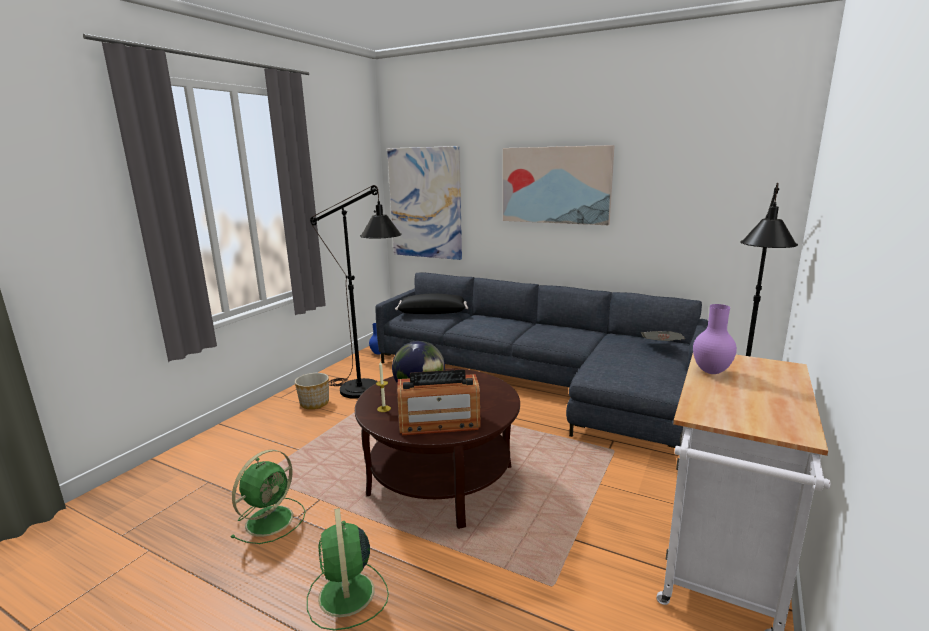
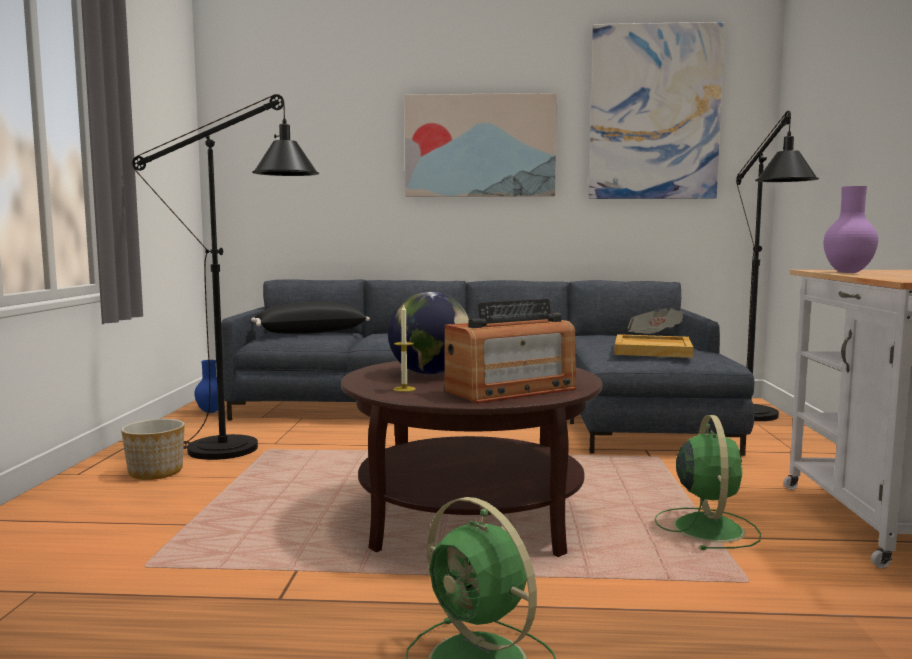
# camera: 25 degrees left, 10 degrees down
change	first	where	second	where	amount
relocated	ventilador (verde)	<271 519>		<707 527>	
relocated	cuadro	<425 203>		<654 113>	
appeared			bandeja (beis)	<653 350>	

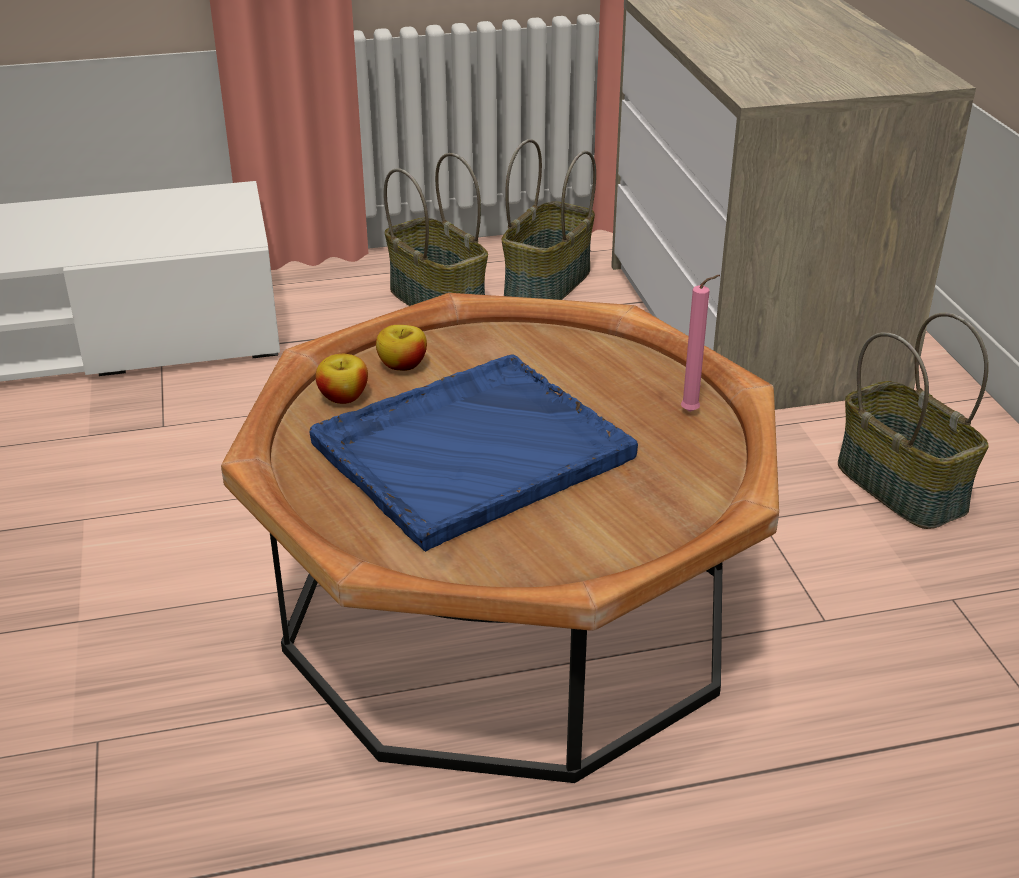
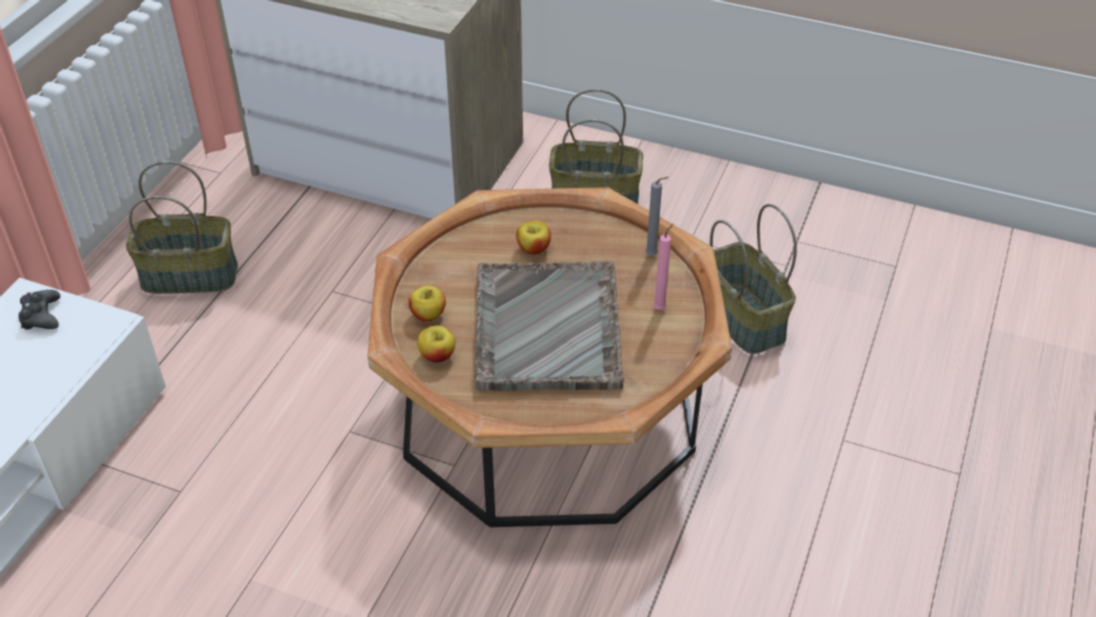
# camera: 55 degrees left, 10 degrees up
change	first	where	second	where	amount
colour	bandeja (azul)	<469 452>	bandeja (gris)	<547 329>	
relocated	cesta	<548 284>		<745 319>	
relocated	vela (rosa)	<693 412>		<660 308>	
appeared			mando de consola (negro)	<41 316>	
appeared			manzana	<534 248>	
appeared			vela (gris)	<653 255>	

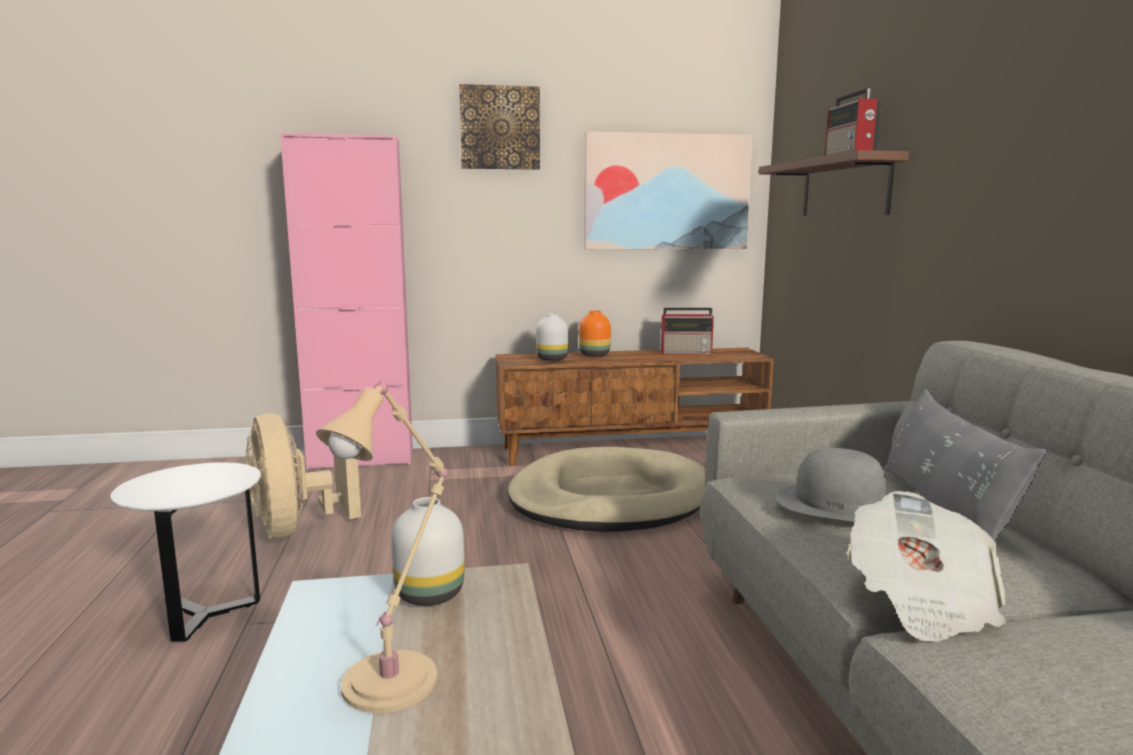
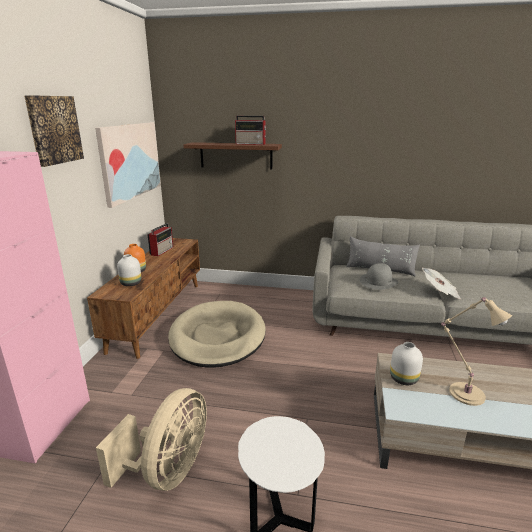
# camera: 70 degrees left, 10 degrees up
change	first	where	second	where	amount
spun	ventilador (beis)	<295 529>		<168 471>	60 degrees counterclockwise

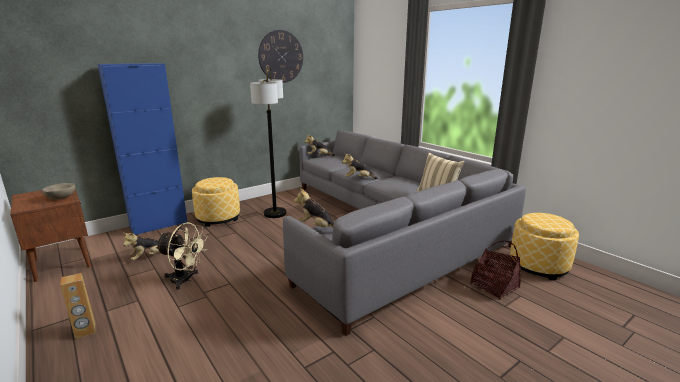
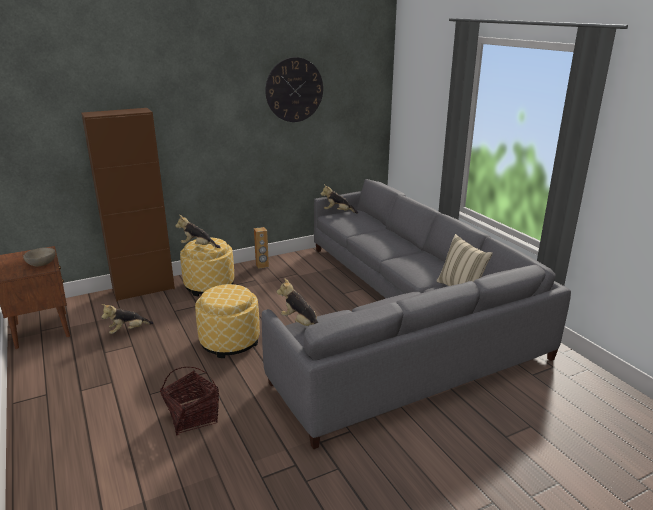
# camera: 10 degrees right, 5 degrees up
change	first	where	second	where	amount
relocated	altavoz (marrón)	<85 331>		<262 265>	
colour	armario (azul)	<159 225>	armario (marrón)	<143 289>	
missing	ventilador (beis)	<185 280>			
missing	lámpara de pie	<275 213>			
relocated	peluche	<358 179>		<198 246>	
relocated	cesta	<494 286>		<192 417>	
relocated	puf	<538 265>		<230 341>	

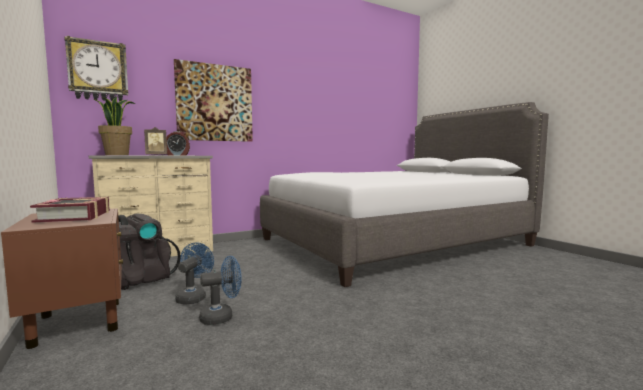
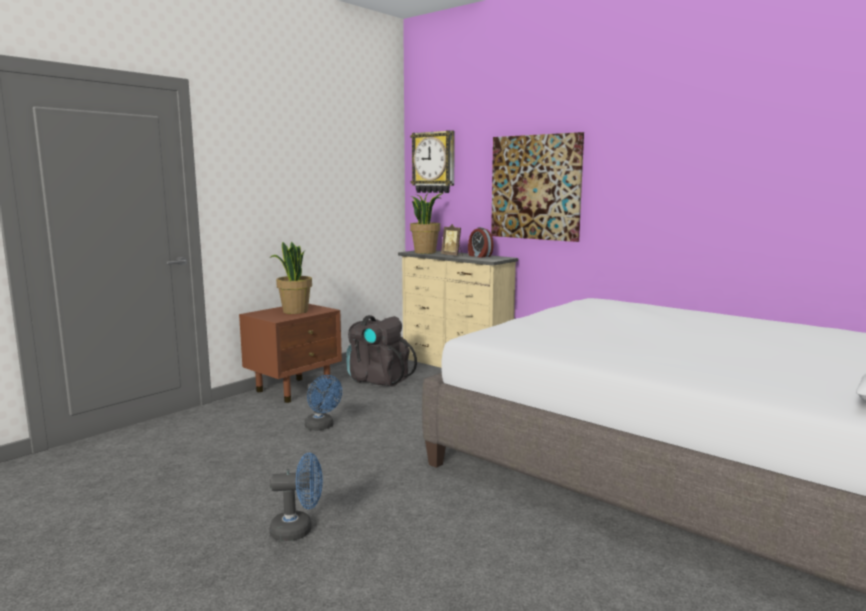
# camera: 70 degrees right, 5 degrees up
change	first	where	second	where	amount
exchanged	libro	<75 216>	planta en maceta	<295 311>	
relocated	ventilador (azul)	<193 297>		<298 530>	

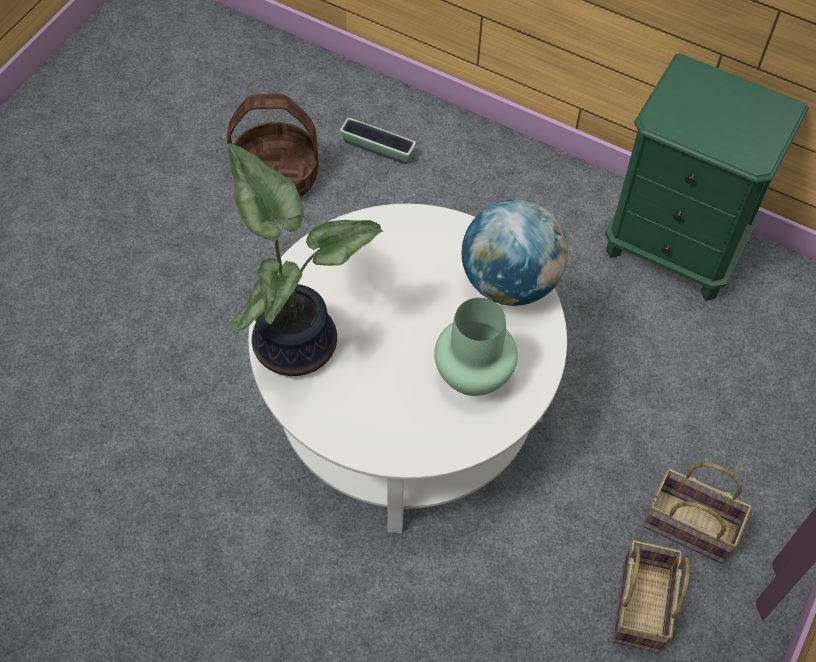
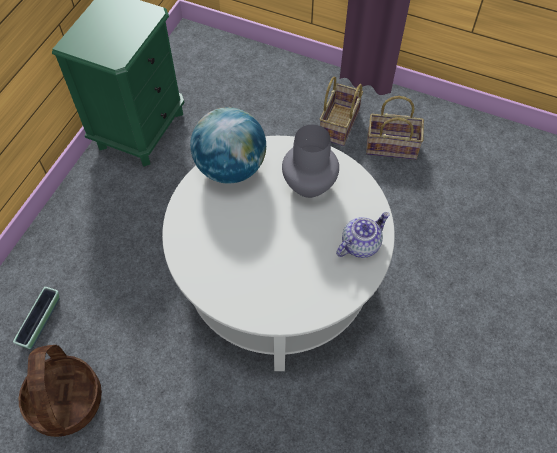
# camera: 95 degrees left, 0 degrees up
change	first	where	second	where	amount
missing	planta en maceta	<297 339>			
colour	florero (verde)	<472 374>	florero (gris)	<308 185>	
appeared			tetera	<360 244>	

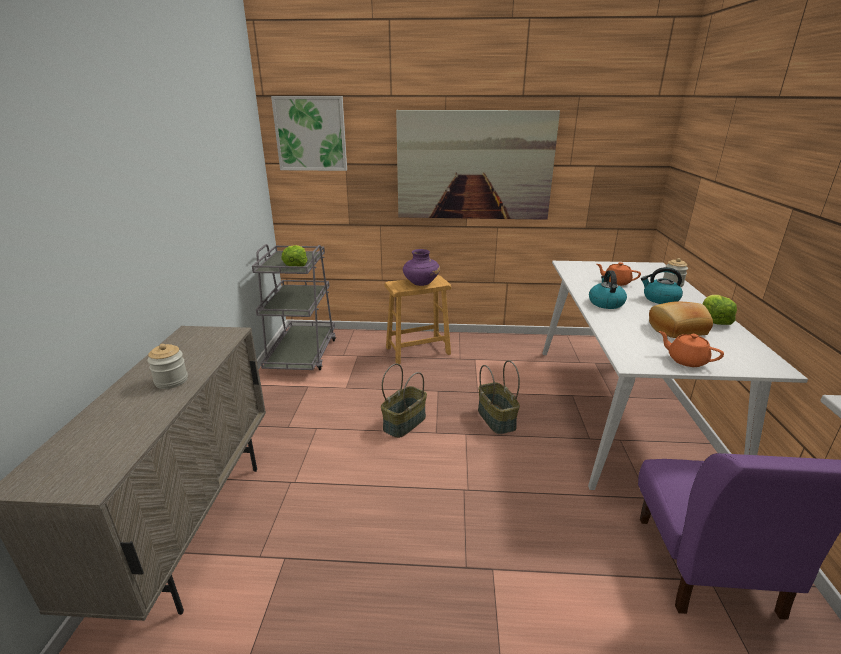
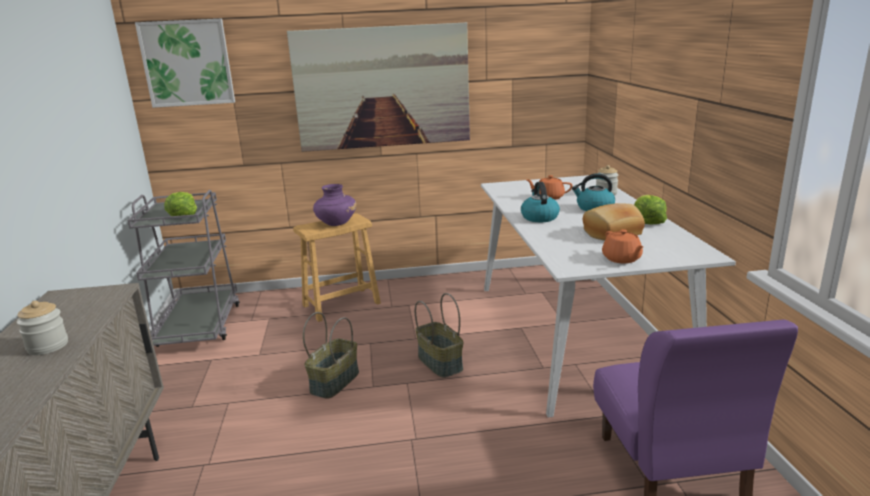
# camera: 10 degrees left, 5 degrees down
change	first	where	second	where	amount
spun	tetera (naranja)	<686 360>		<621 259>	135 degrees counterclockwise

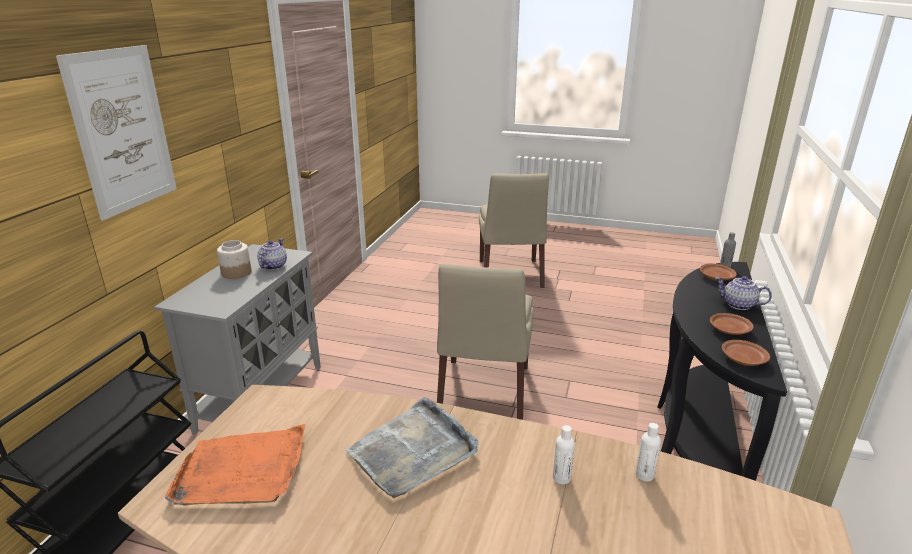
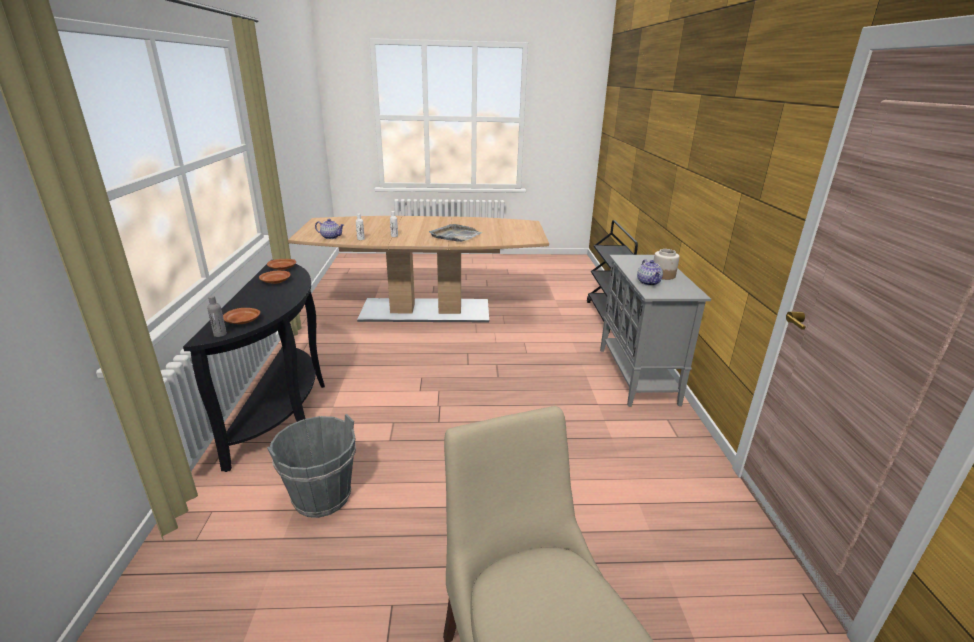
# camera: 160 degrees right, 0 degrees up
change	first	where	second	where	amount
missing	cuadro	<123 130>			
missing	bandeja (naranja)	<242 471>			
missing	silla (beis)	<483 392>			
relocated	tetera	<738 305>		<331 237>	
appeared			cubo (gris)	<322 496>	

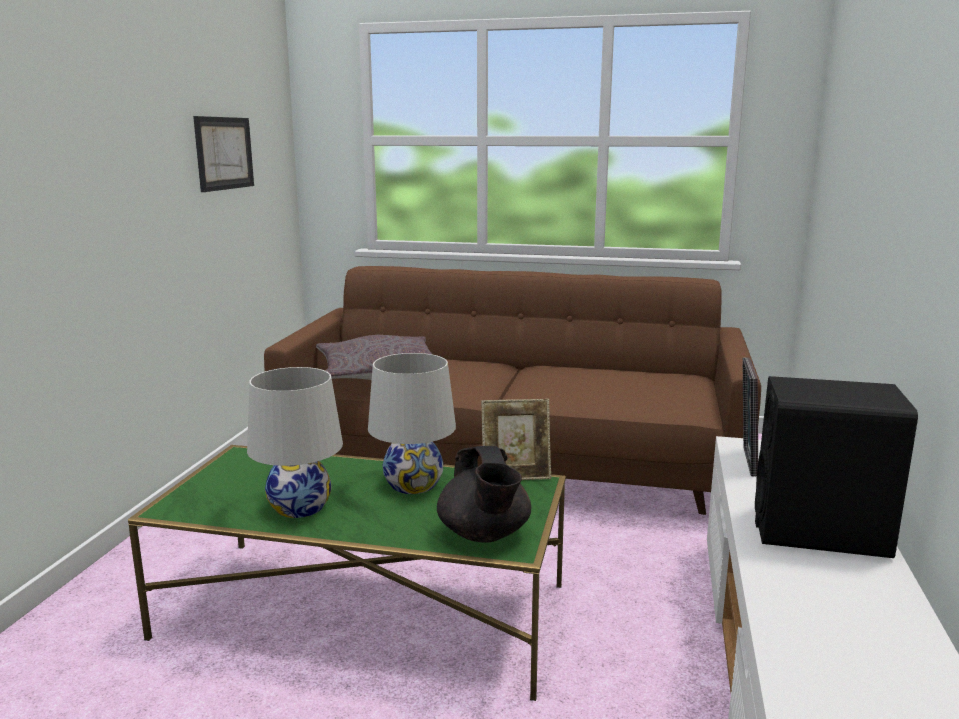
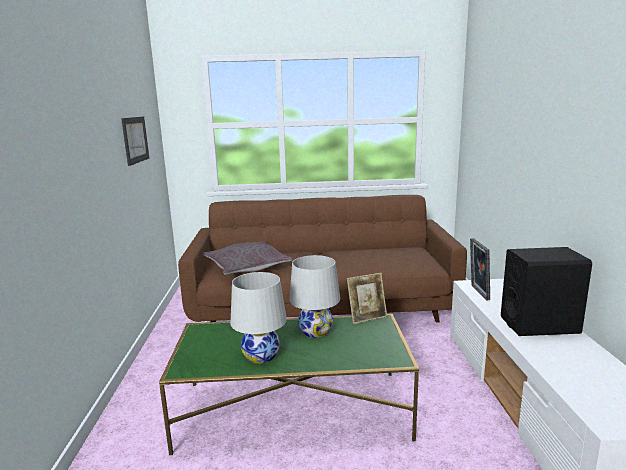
# camera: 15 degrees left, 0 degrees up
change	first	where	second	where	amount
missing	tetera (negro)	<484 535>			

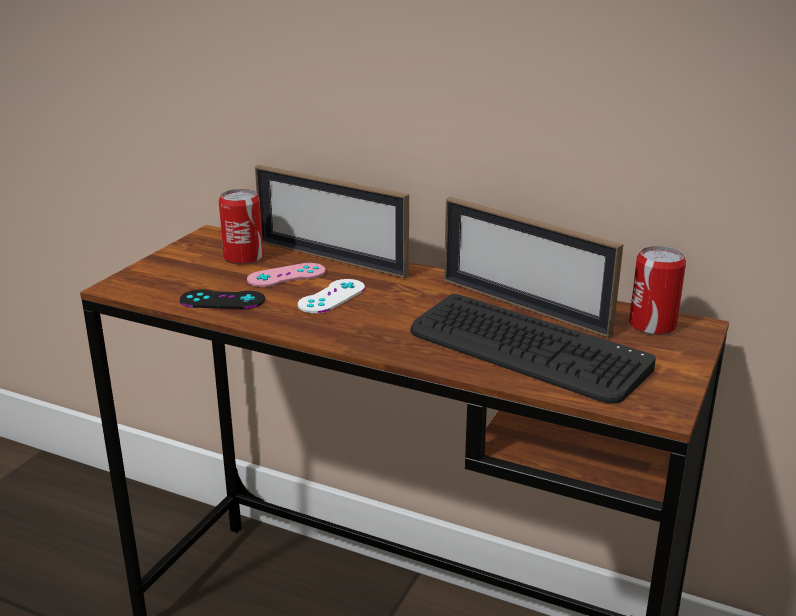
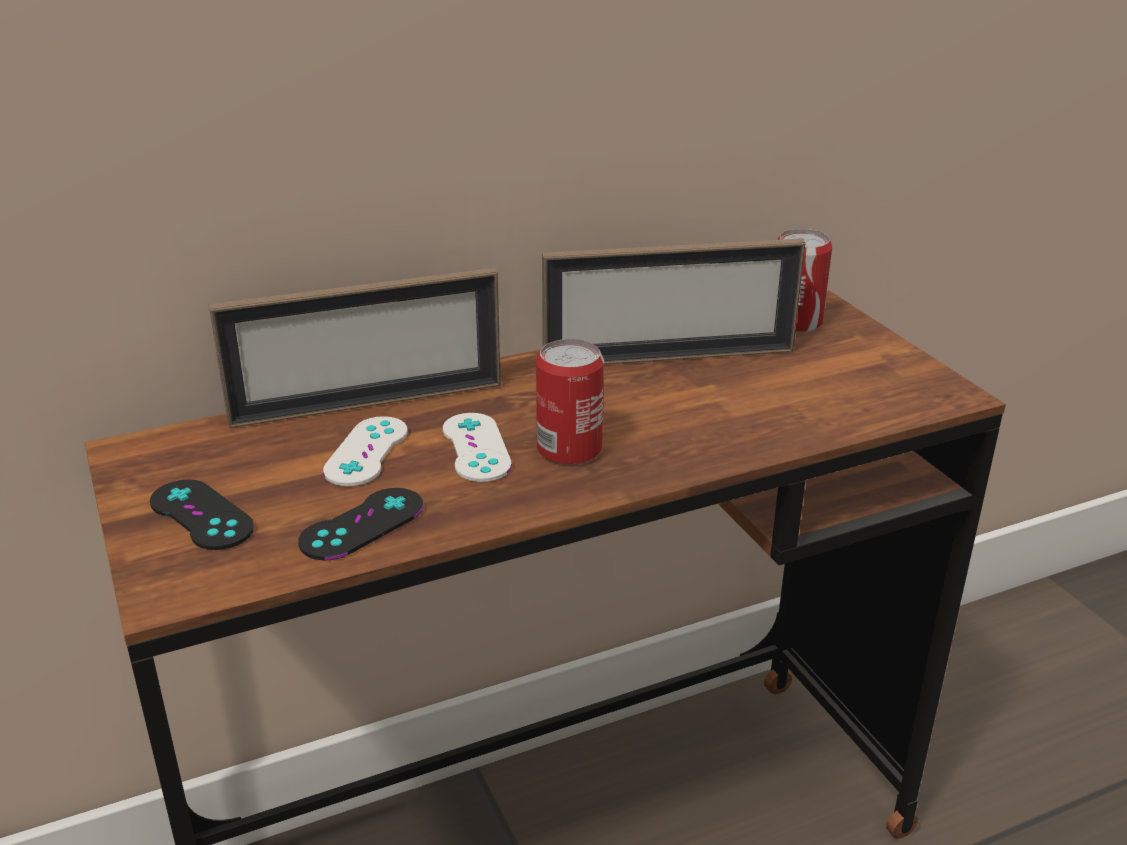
# camera: 50 degrees left, 5 degrees up
change	first	where	second	where	amount
relocated	lata	<243 257>		<569 449>	
colour	mando de consola (rosa)	<286 276>	mando de consola (blanco)	<366 451>	
missing	teclado	<526 350>			
appeared			mando de consola (negro)	<201 515>	

